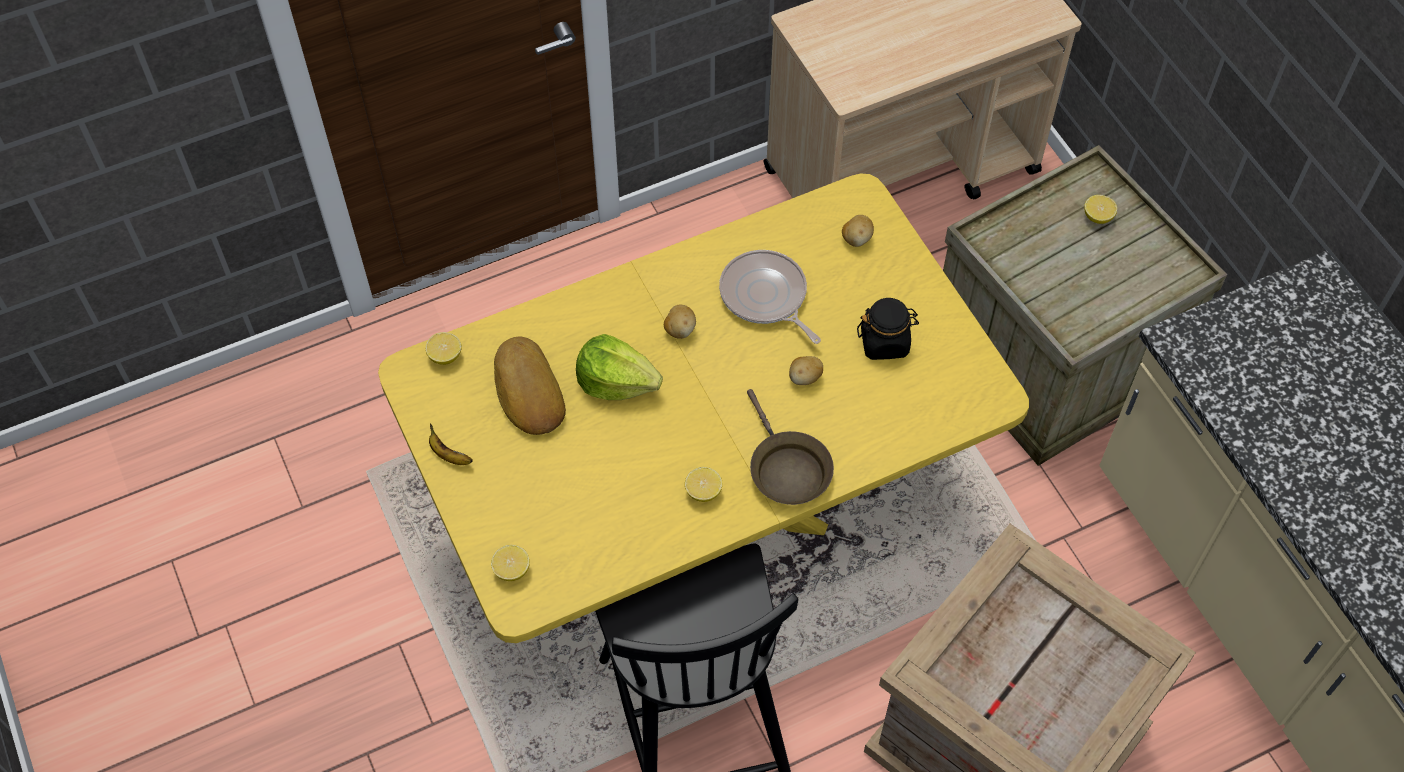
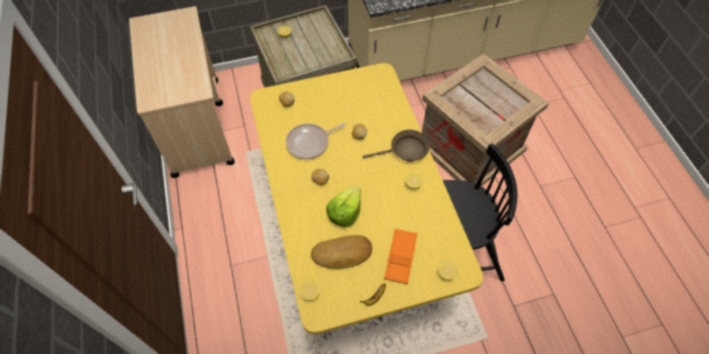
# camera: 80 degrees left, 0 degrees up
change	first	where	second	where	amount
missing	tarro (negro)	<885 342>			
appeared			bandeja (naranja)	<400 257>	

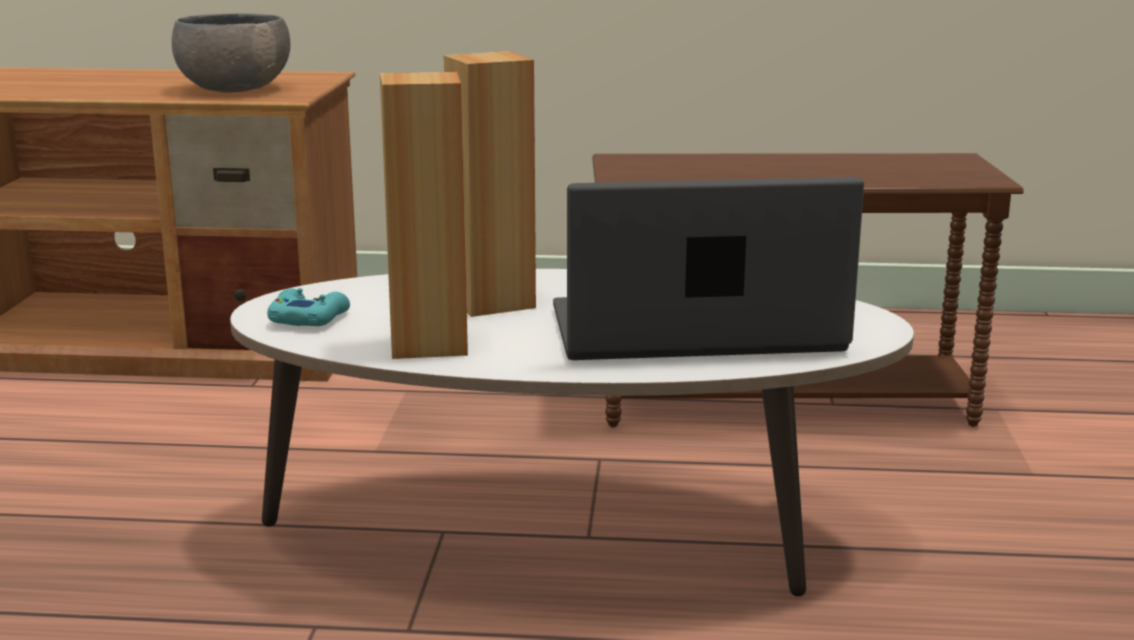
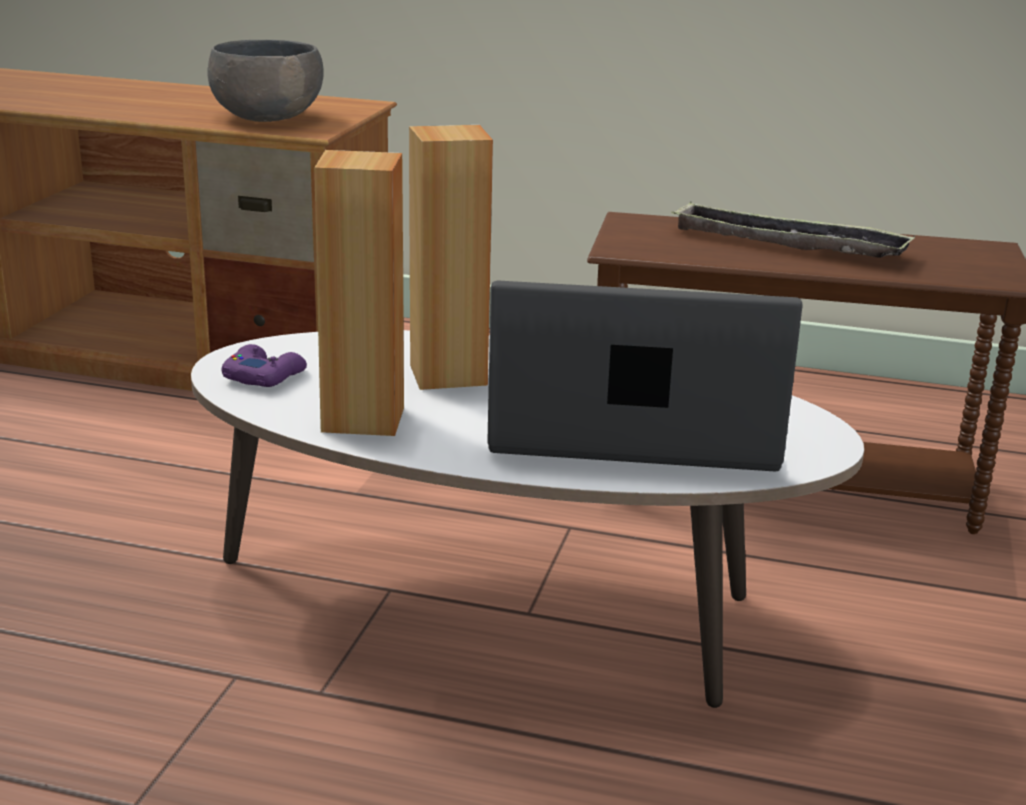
# camera: 10 degrees right, 5 degrees up
change	first	where	second	where	amount
colour	mando de consola (turquesa)	<308 318>	mando de consola (morado)	<264 376>	
appeared			bandeja	<787 244>	

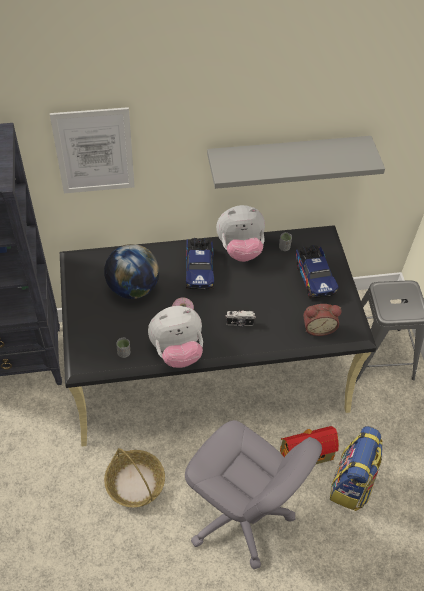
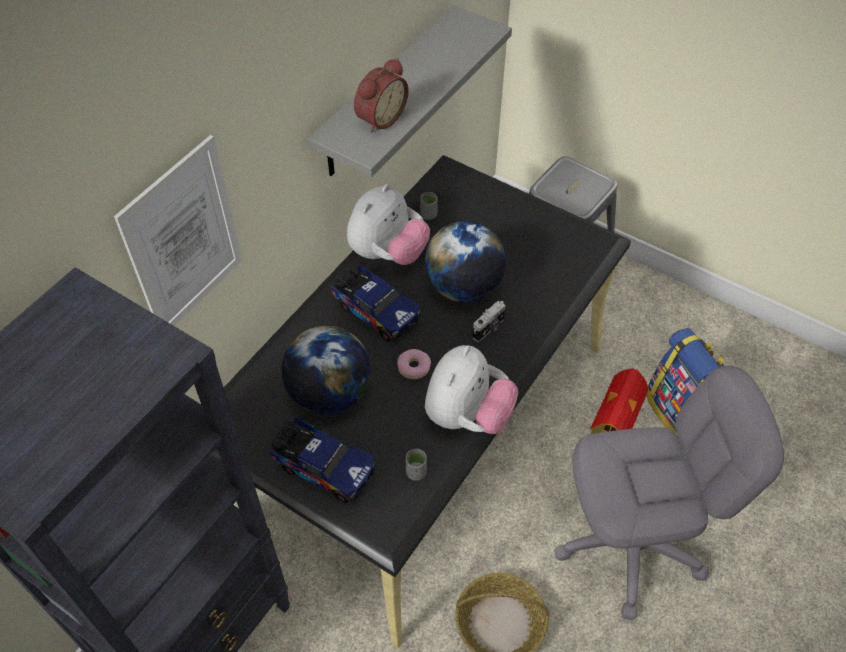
# camera: 45 degrees left, 0 degrees up
change	first	where	second	where	amount
relocated	camión de juguete	<314 277>		<322 466>	
relocated	despertador	<318 327>		<379 118>	
appeared			globo terráqueo	<463 287>	

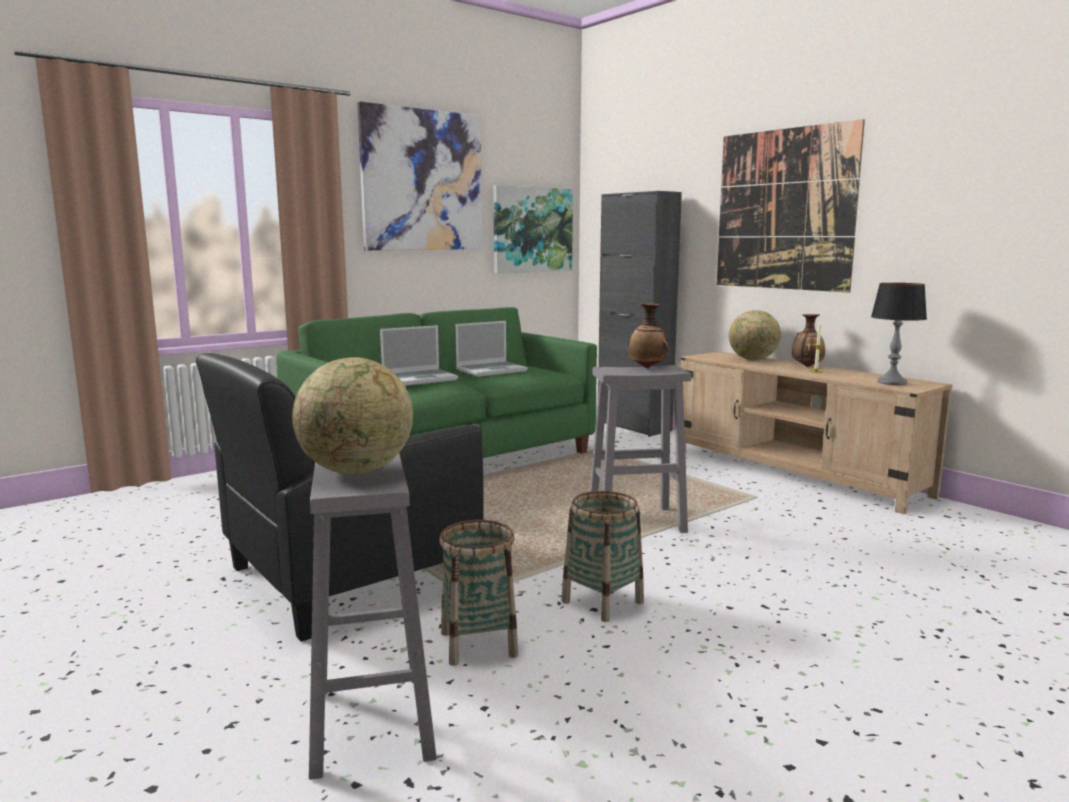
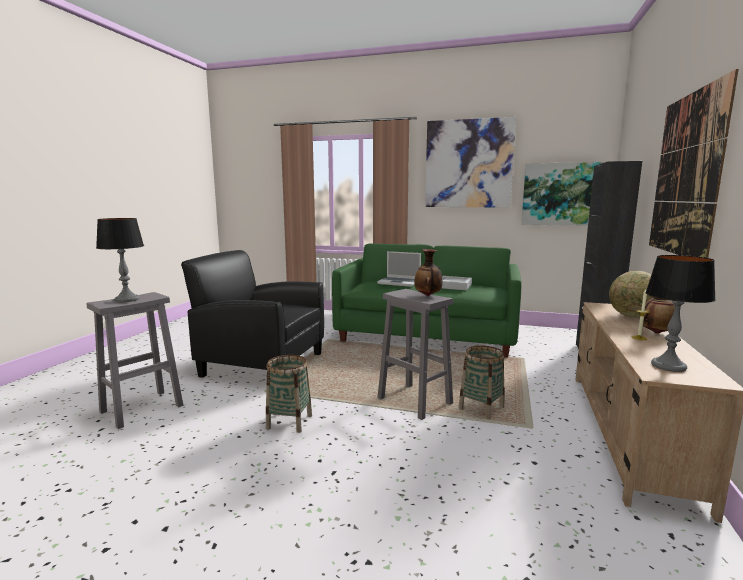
# camera: 55 degrees right, 0 degrees up
change	first	where	second	where	amount
exchanged	globo terráqueo	<356 472>	lámpara de mesa	<126 299>	
relocated	cesta	<479 644>		<481 408>	
exchanged	portátil	<491 370>	bandeja (gris)	<454 286>	

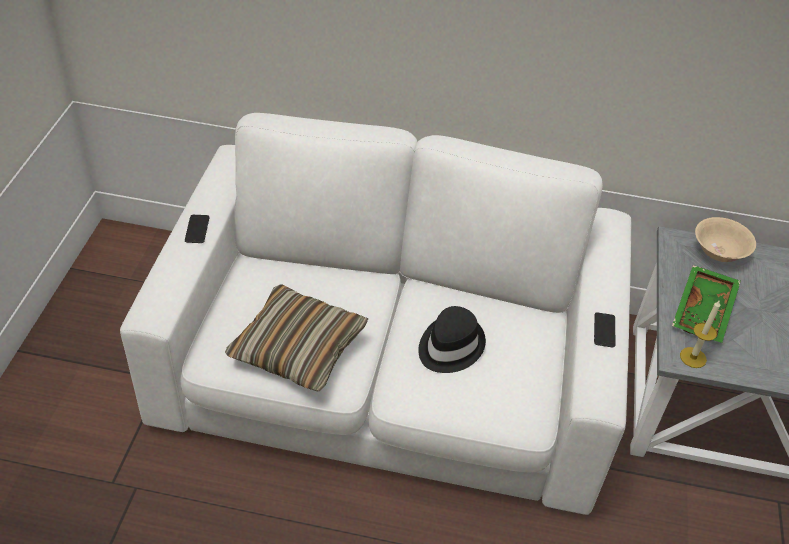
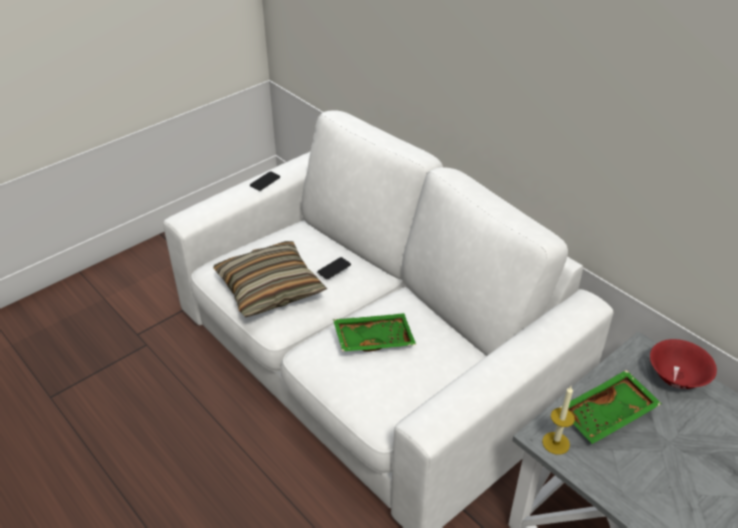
# camera: 40 degrees right, 5 degrees down
change	first	where	second	where	amount
exchanged	sombrero (negro)	<449 346>	bandeja (verde)	<373 338>	
relocated	móvil	<604 330>		<334 268>	
colour	cuenco (beis)	<718 253>	cuenco (rojo)	<677 377>	

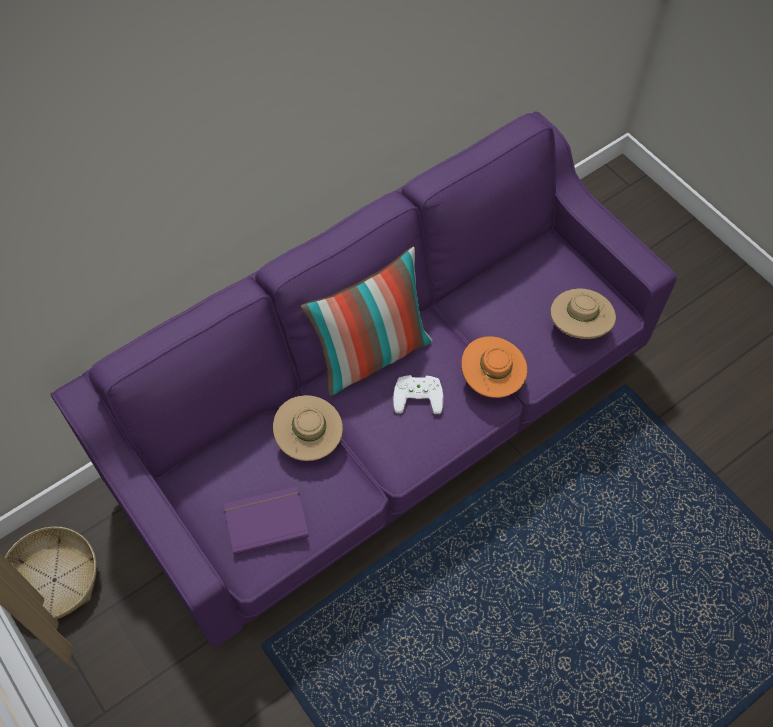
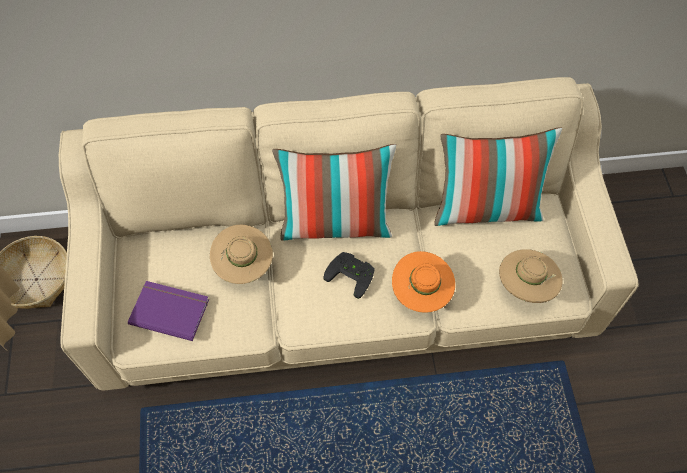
# camera: 30 degrees right, 0 degrees up
change	first	where	second	where	amount
colour	sofá (morado)	<387 421>	sofá (beis)	<344 288>	
colour	mando de consola (blanco)	<418 394>	mando de consola (negro)	<352 273>	
appeared			cojín	<486 208>	

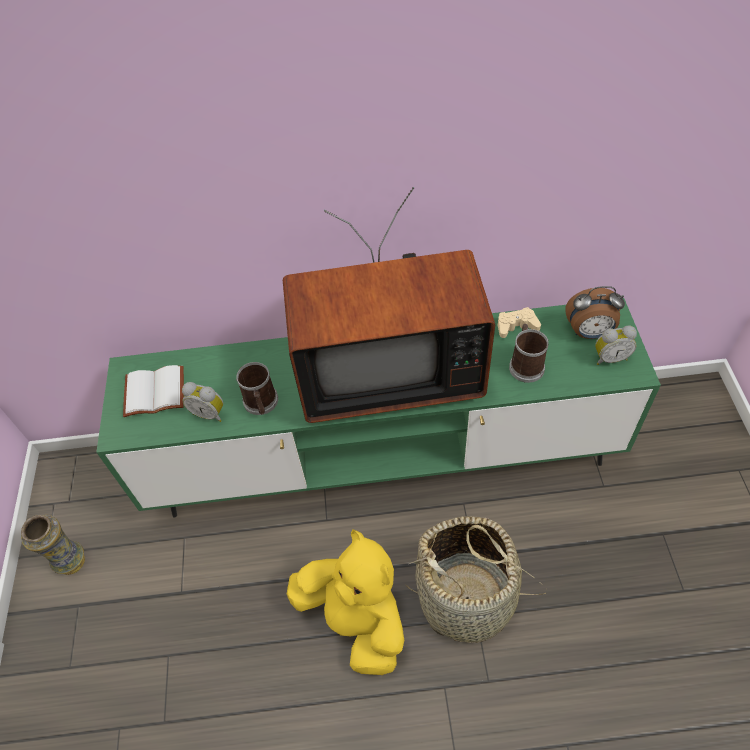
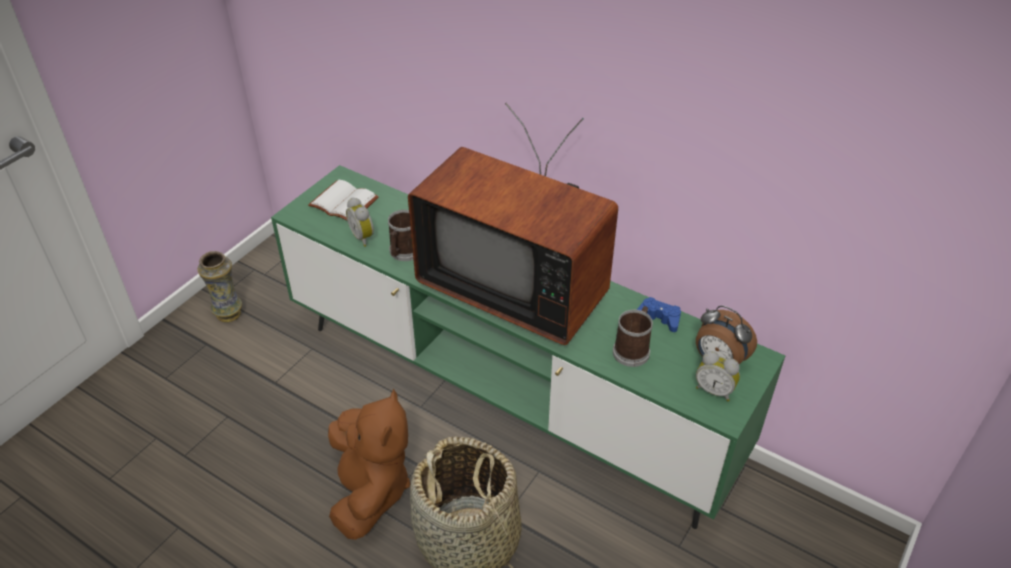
# camera: 35 degrees right, 10 degrees down
change	first	where	second	where	amount
colour	peluche (amarillo)	<356 620>	peluche (marrón)	<370 490>	
colour	mando de consola (beis)	<516 326>	mando de consola (azul)	<659 318>	

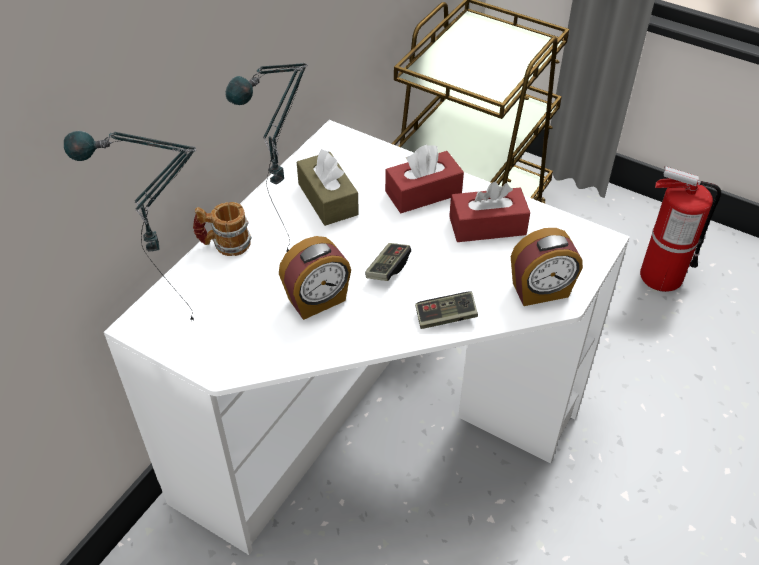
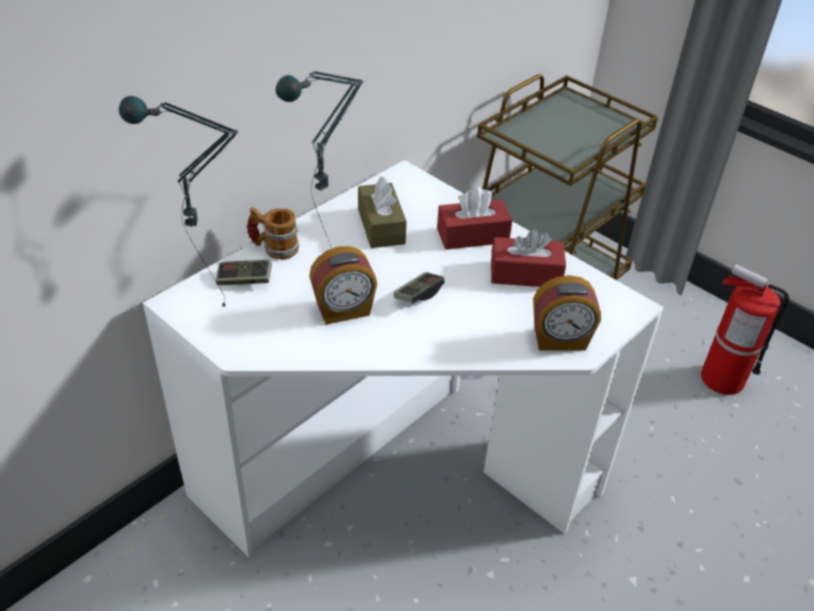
# camera: 10 degrees right, 5 degrees down
change	first	where	second	where	amount
relocated	mando de consola	<445 317>		<244 280>	

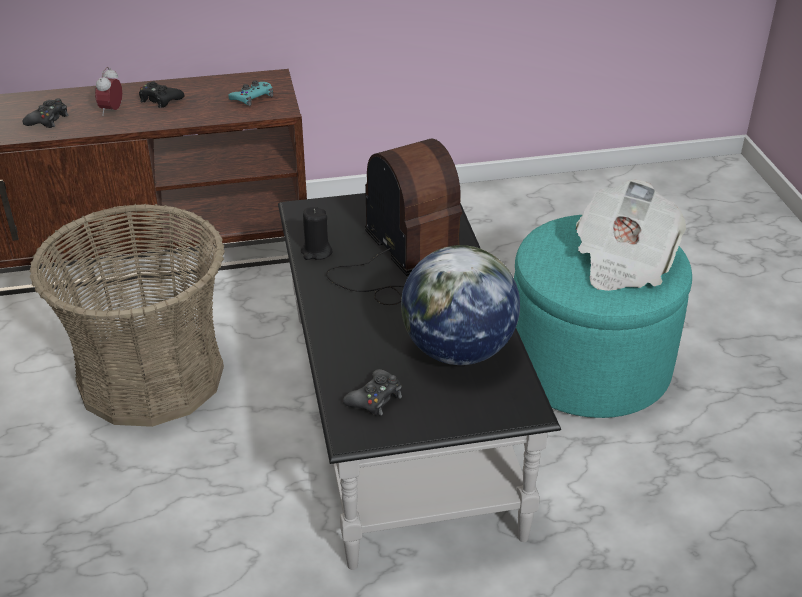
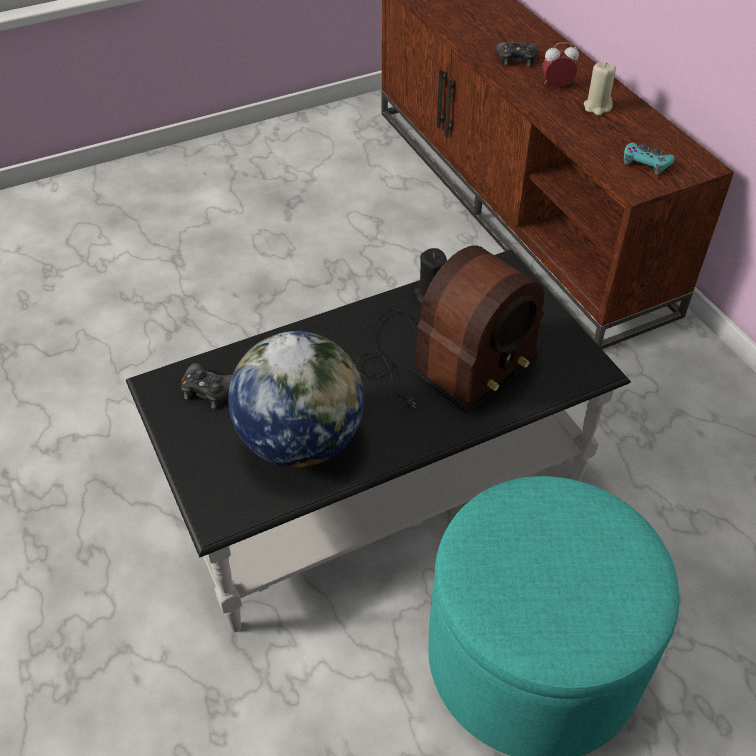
# camera: 75 degrees right, 10 degrees up
change	first	where	second	where	amount
missing	cesta	<151 376>			
exchanged	mando de consola (negro)	<160 100>	vela (beis)	<597 107>	
missing	periódico	<623 262>			

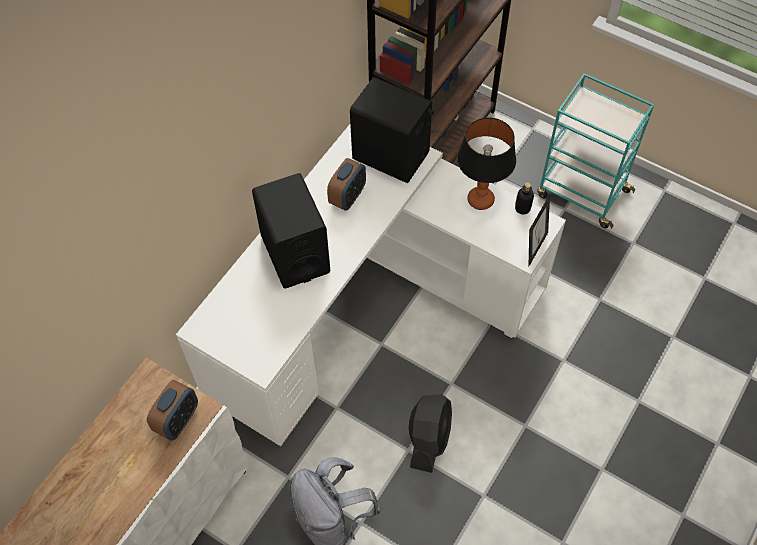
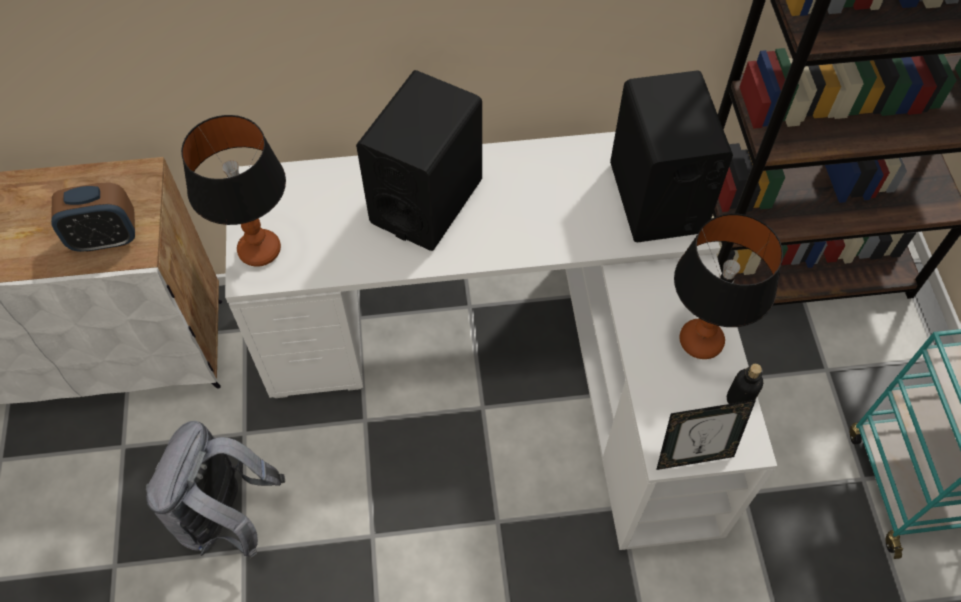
# camera: 50 degrees right, 0 degrees up
change	first	where	second	where	amount
missing	despertador	<347 197>			
missing	ventilador (negro)	<428 438>			
appeared			lámpara de mesa	<259 251>	

